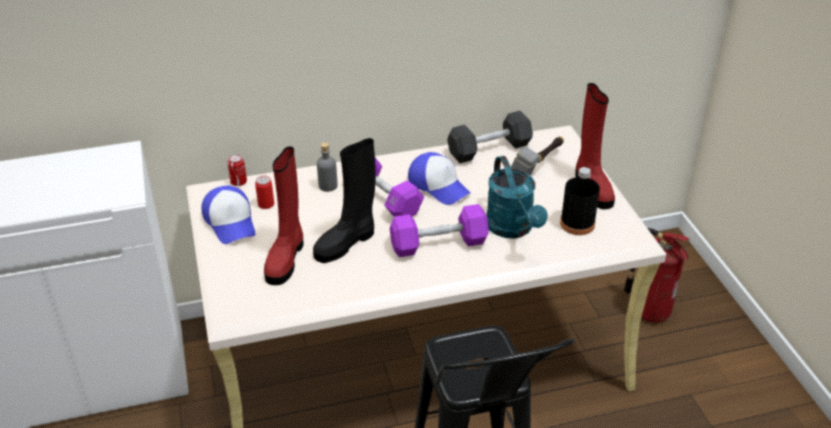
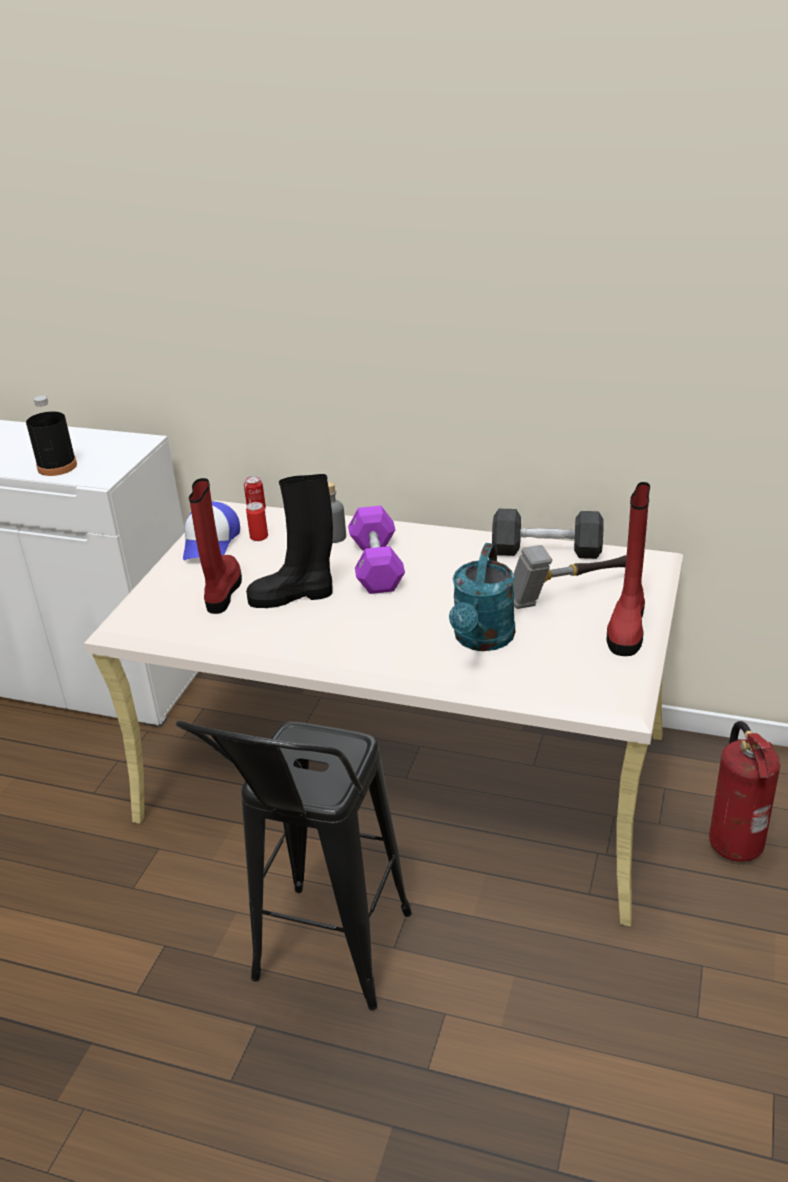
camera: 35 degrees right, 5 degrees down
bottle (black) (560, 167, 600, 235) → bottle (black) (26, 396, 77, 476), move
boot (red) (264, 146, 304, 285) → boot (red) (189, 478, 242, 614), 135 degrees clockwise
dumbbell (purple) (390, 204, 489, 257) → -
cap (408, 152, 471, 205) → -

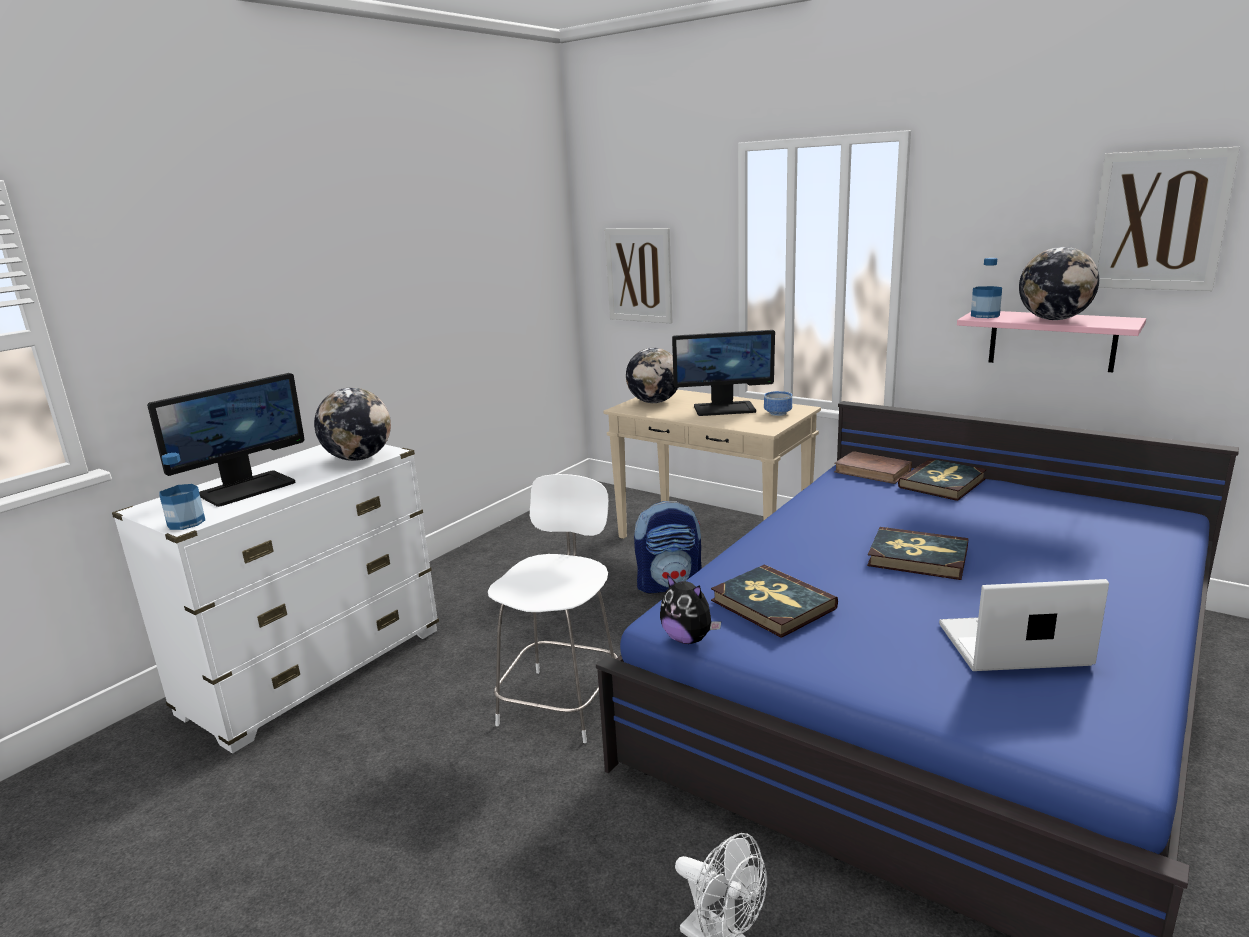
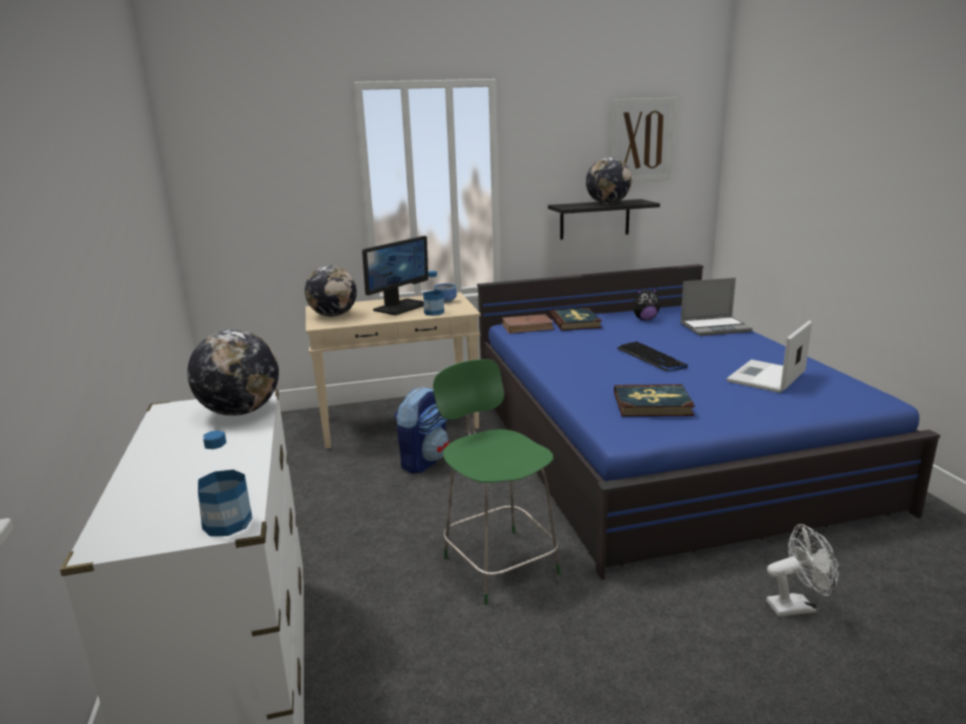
camera: 50 degrees left, 0 degrees up
bottle (971, 258, 1002, 318) → bottle (423, 271, 444, 316), move
chair (white) (488, 474, 618, 743) → chair (green) (433, 359, 561, 605)
shelf (pink) (957, 311, 1146, 372) → shelf (black) (548, 199, 660, 240)
book (867, 527, 969, 580) → keyboard (617, 341, 688, 372)
plush toy (660, 574, 721, 644) → plush toy (633, 287, 660, 320), move
- → laptop (680, 278, 753, 336)
monitor (147, 373, 304, 507) → -
picture (605, 228, 673, 323) → -

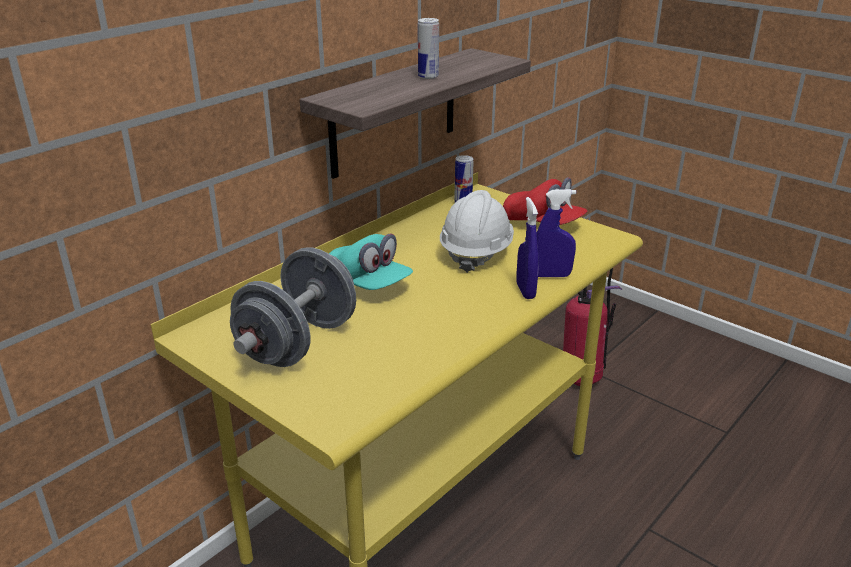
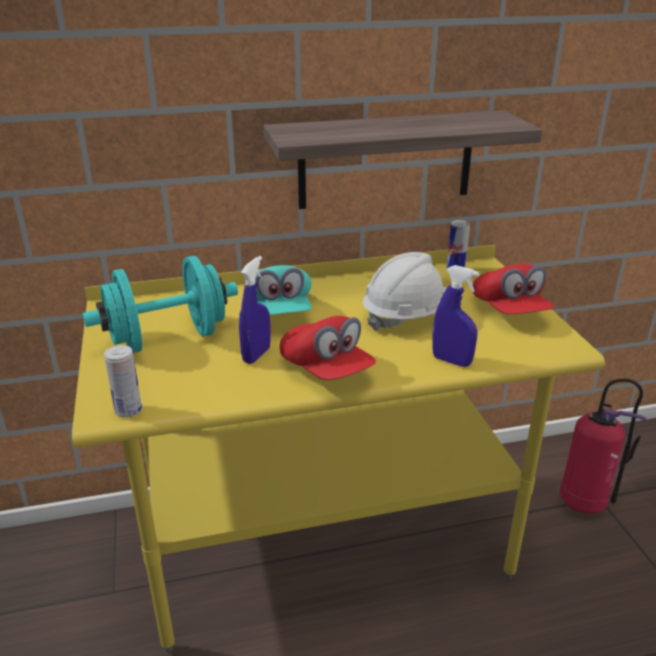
camera: 35 degrees right, 0 degrees up
dumbbell (grey) (230, 247, 356, 367) → dumbbell (turquoise) (83, 256, 238, 353)
can (418, 18, 439, 79) → can (104, 345, 142, 418), move
spray bottle (blue) (517, 197, 539, 299) → spray bottle (blue) (239, 256, 271, 364), move
- → cap (red) (280, 316, 376, 380)

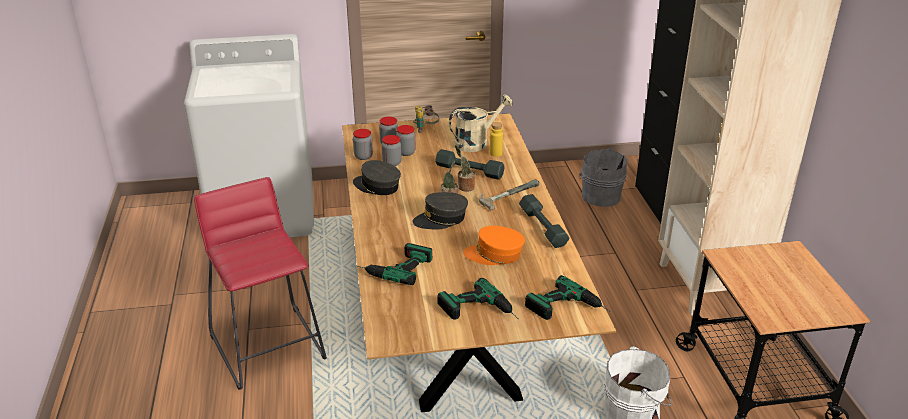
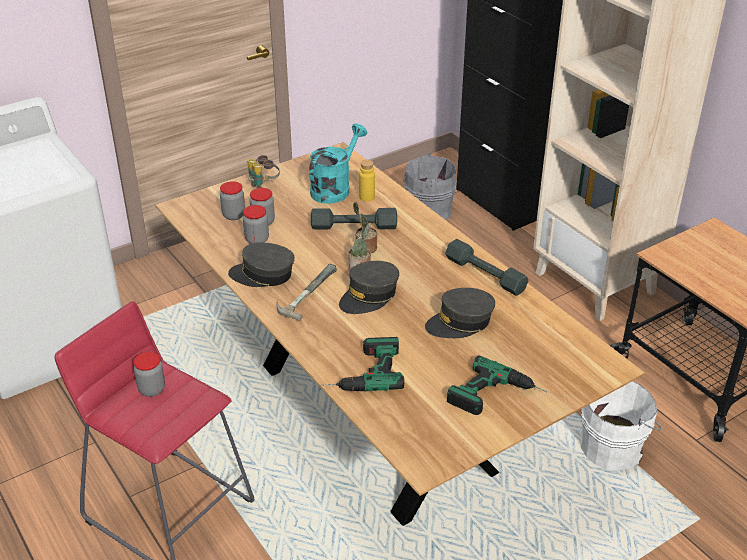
camera: 25 degrees left, 5 degrees up
jar (353, 129, 373, 160) → jar (133, 352, 165, 397), move
hammer (479, 179, 539, 210) → hammer (277, 264, 337, 321), move
watering can (beige) (449, 94, 513, 152) → watering can (turquoise) (309, 124, 367, 204)
cap (orange) (463, 226, 525, 265) → cap (grey) (425, 288, 495, 338)
power drill (525, 275, 611, 320) → -

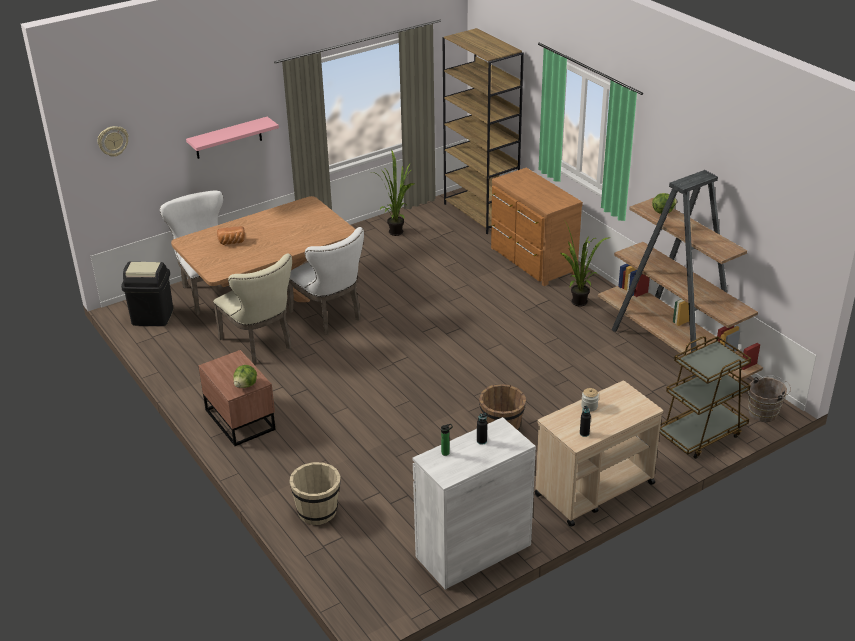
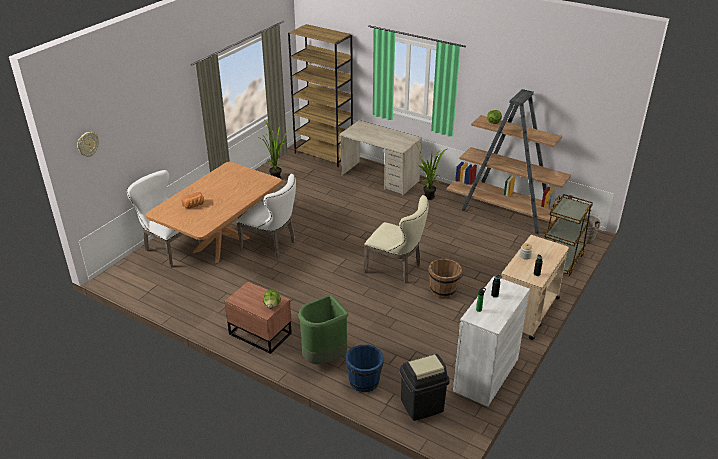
camera: 25 degrees left, 0 degrees up
- → trash can (green) (298, 295, 349, 365)
dresser (brown) (491, 168, 583, 286) → desk (beige) (339, 120, 422, 195)
bucket (beige) (290, 462, 341, 525) → bucket (blue) (346, 345, 384, 392)
chair (beige) (213, 253, 292, 364) → chair (beige) (364, 195, 429, 283), move
trash can (black) (121, 261, 173, 326) → trash can (black) (400, 354, 450, 421), move
shelf (pink) (186, 117, 279, 159) → -

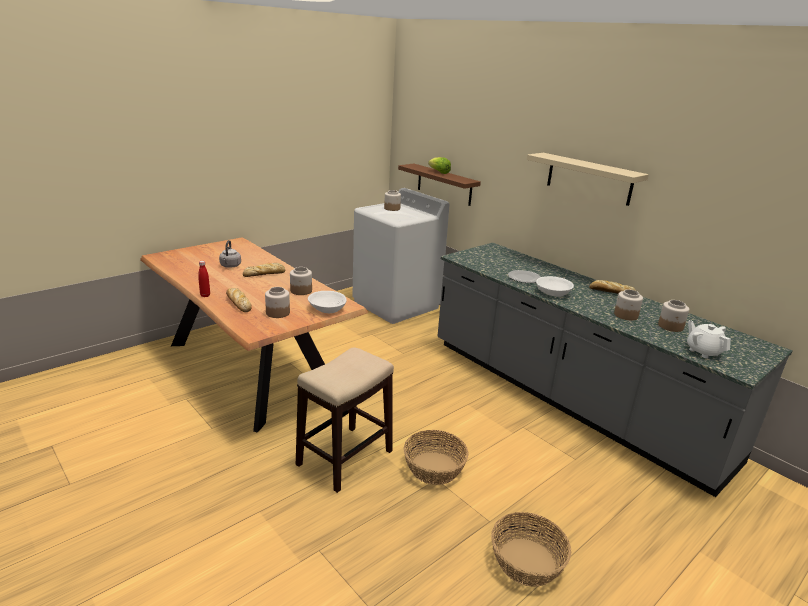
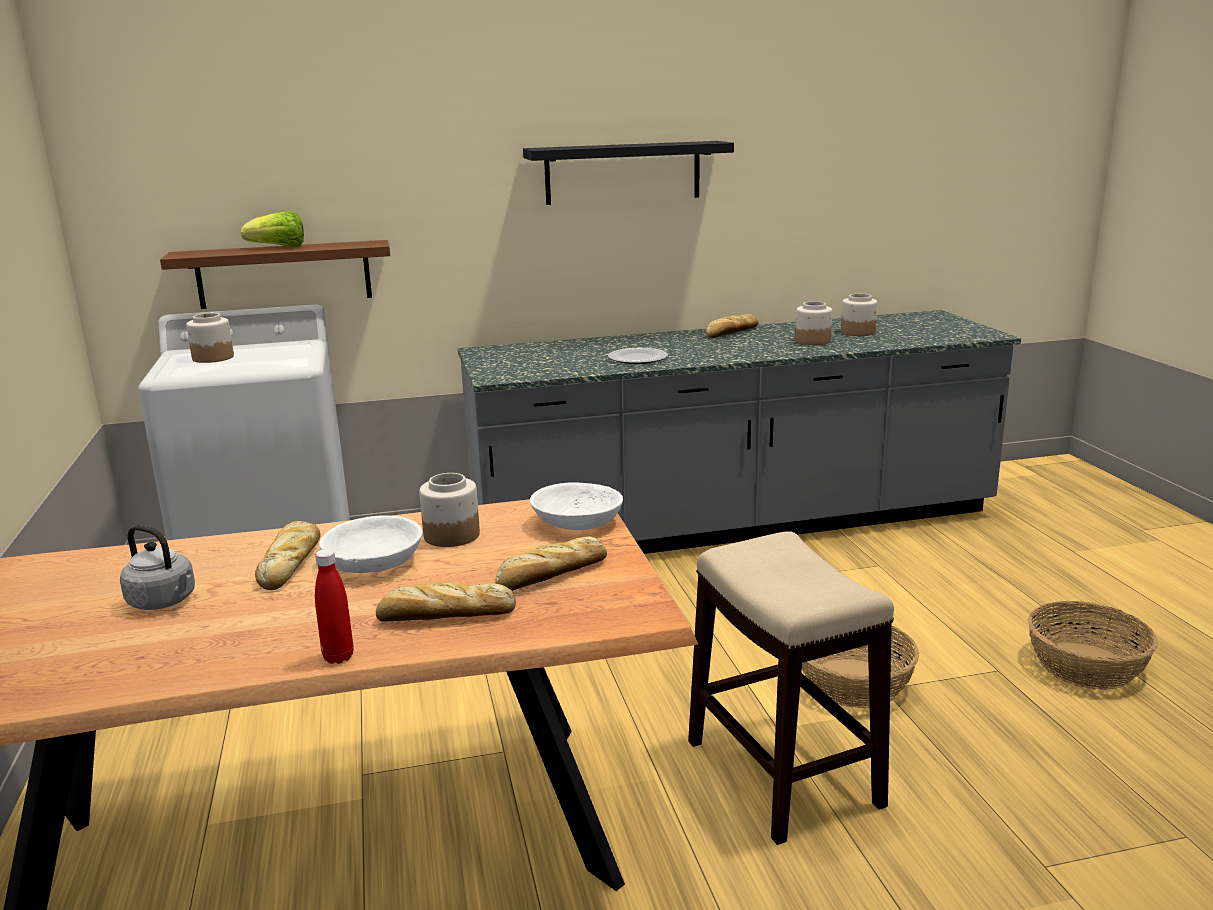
camera: 60 degrees left, 5 degrees down
bowl (white) (536, 276, 574, 297) → bowl (white) (319, 516, 422, 573), move
jar (265, 287, 290, 318) → bread (495, 537, 607, 591)
shelf (beige) (527, 153, 649, 206) → shelf (black) (523, 141, 734, 205)
teapot (white) (687, 320, 731, 358) → -

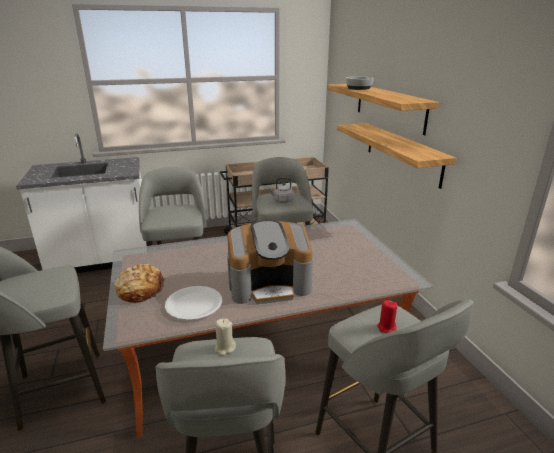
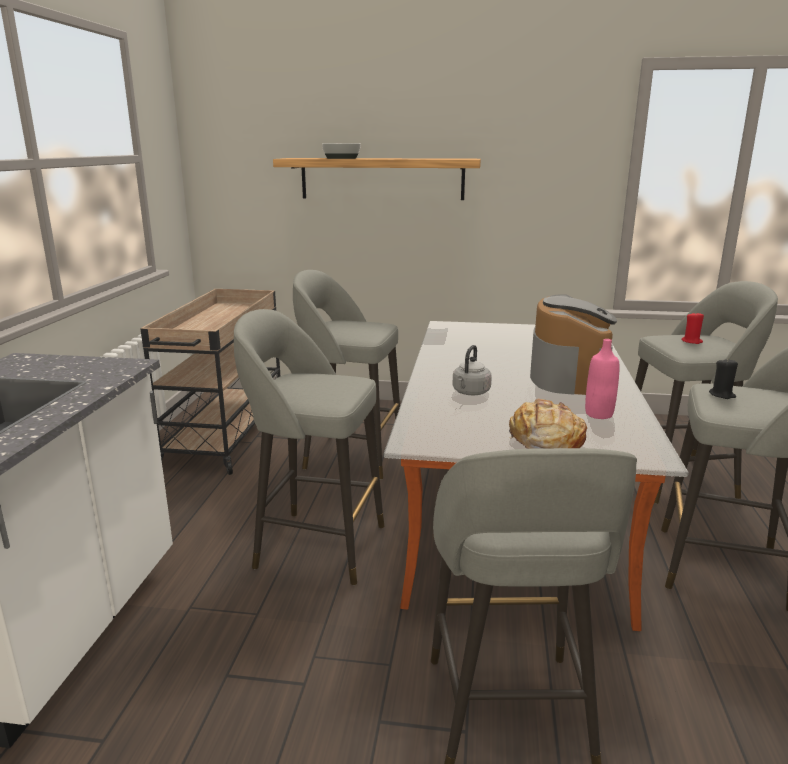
camera: 65 degrees left, 5 degrees down
kettle (grey) (268, 177, 294, 203) → kettle (grey) (452, 345, 492, 395), move
plate (white) (165, 286, 222, 320) → bottle (pink) (585, 339, 620, 419)
candle (beige) (215, 319, 236, 356) → candle (black) (709, 358, 738, 399)
shelf (337, 123, 456, 189) → -

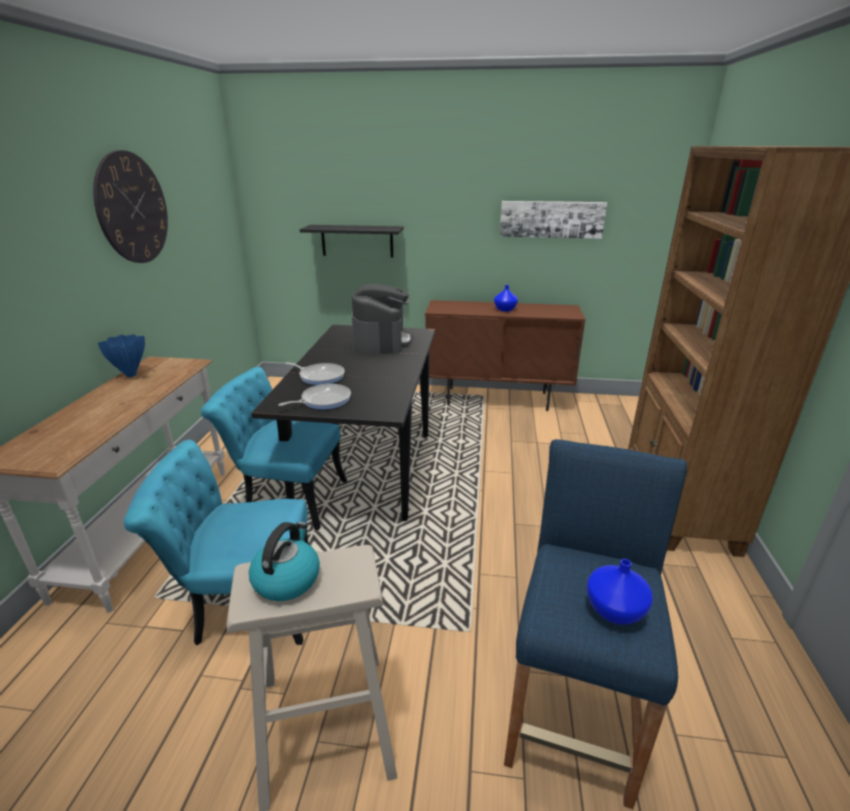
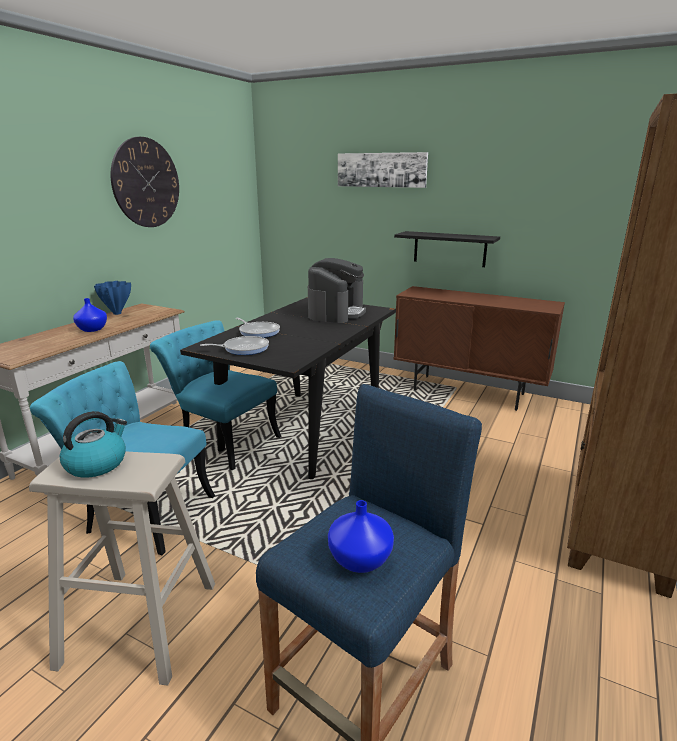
camera: 20 degrees right, 5 degrees down
vase (blue) (494, 285, 518, 311) → vase (blue) (73, 298, 107, 332), move
picture (500, 201, 607, 239) → picture (338, 152, 428, 188), move
shelf (black) (300, 225, 404, 257) → shelf (black) (394, 231, 500, 267), move

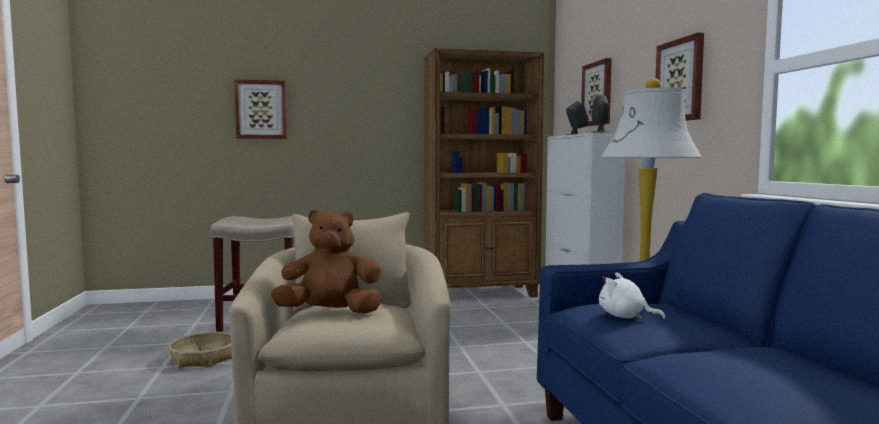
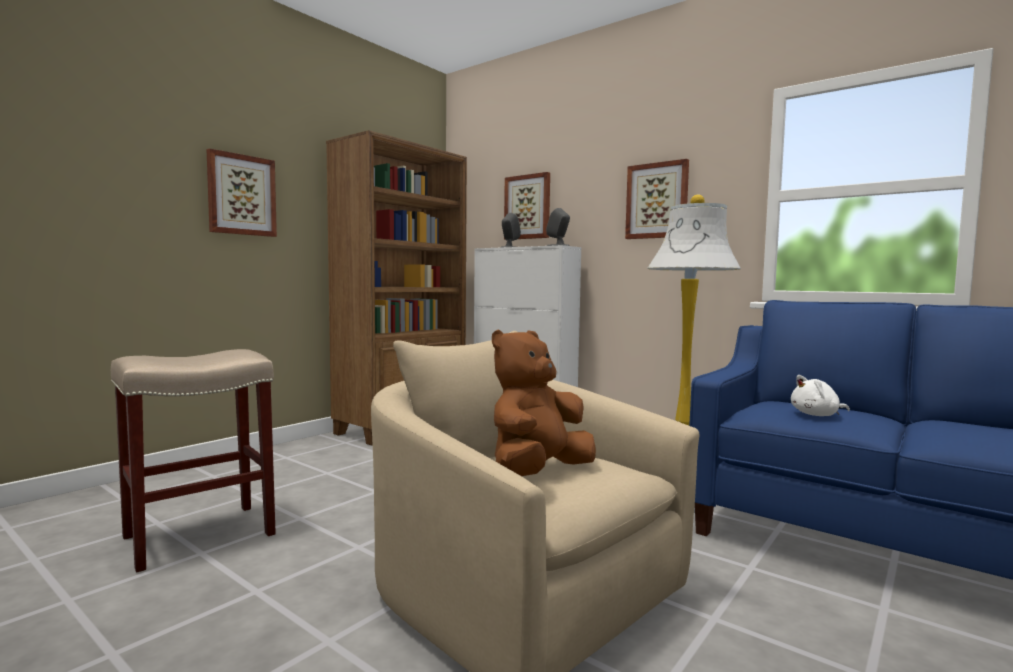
camera: 40 degrees left, 0 degrees up
picture (234, 79, 287, 139) → picture (206, 148, 277, 237), move
basket (169, 332, 232, 368) → -

